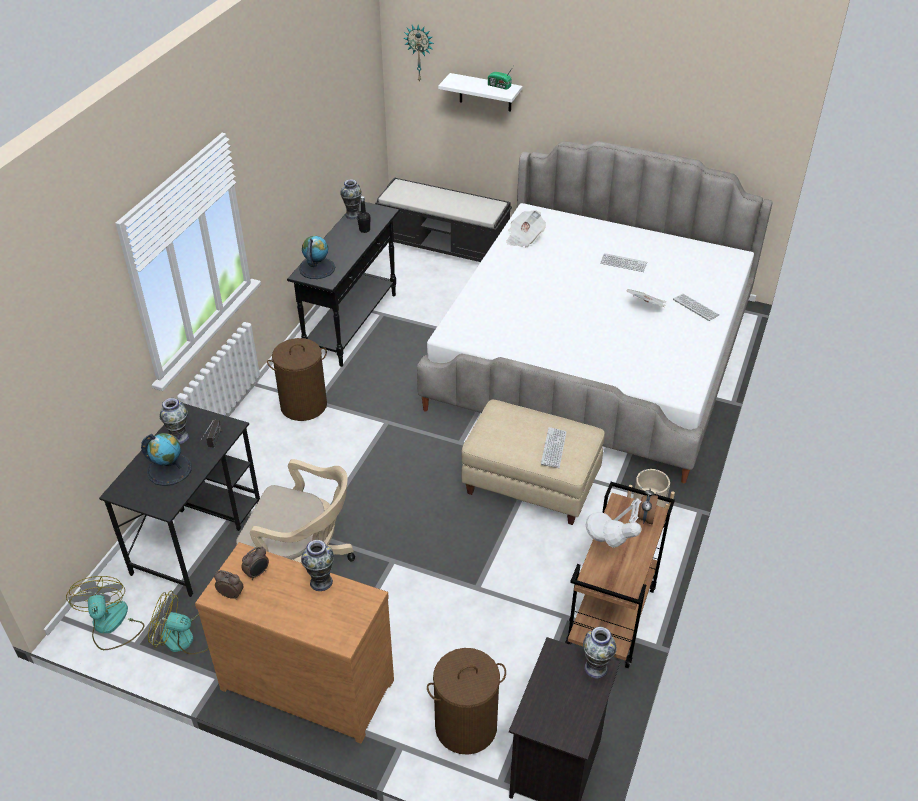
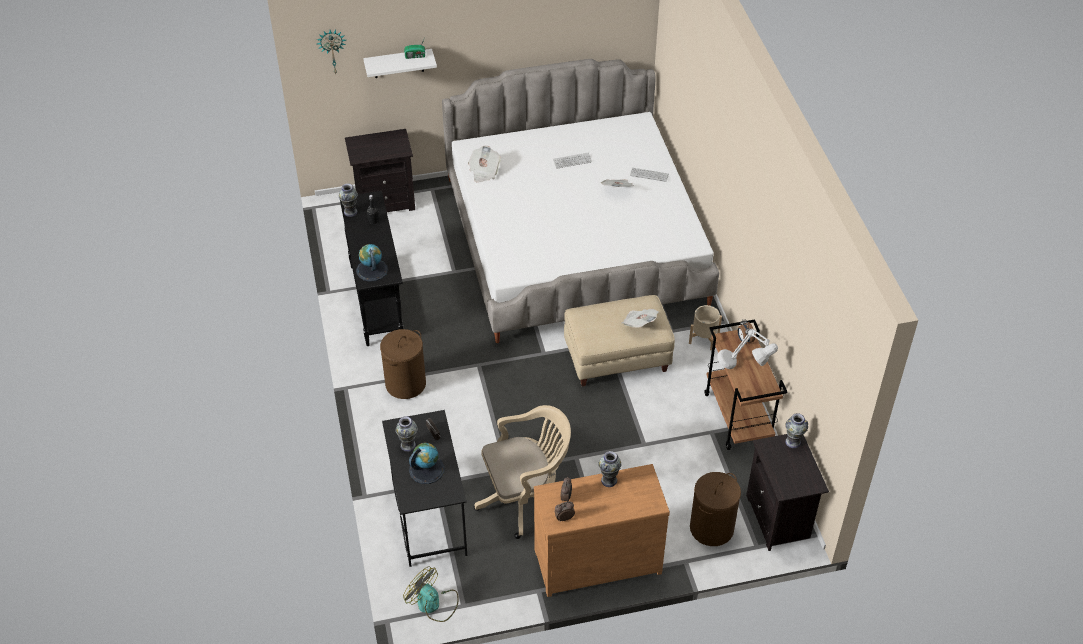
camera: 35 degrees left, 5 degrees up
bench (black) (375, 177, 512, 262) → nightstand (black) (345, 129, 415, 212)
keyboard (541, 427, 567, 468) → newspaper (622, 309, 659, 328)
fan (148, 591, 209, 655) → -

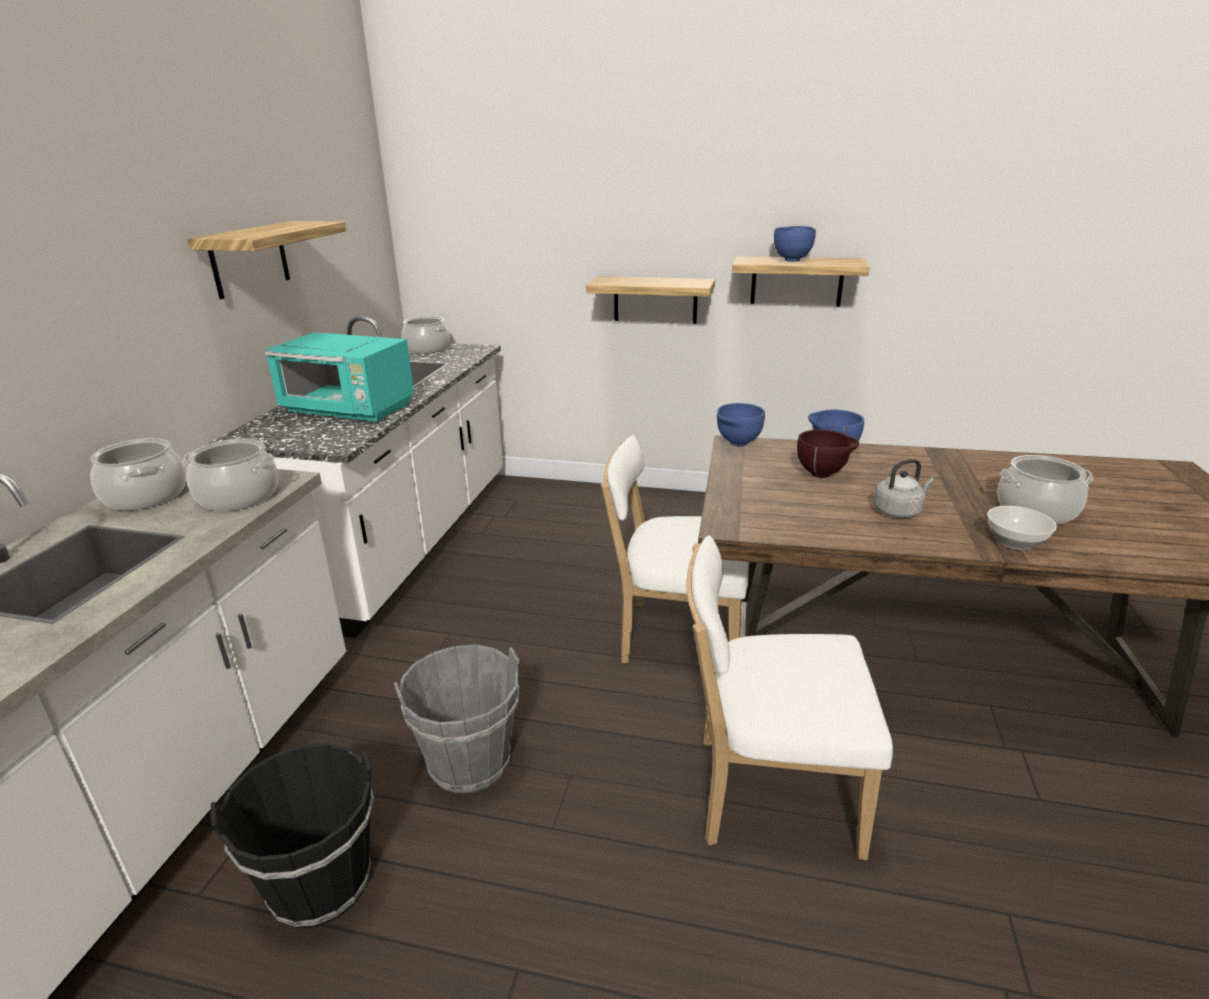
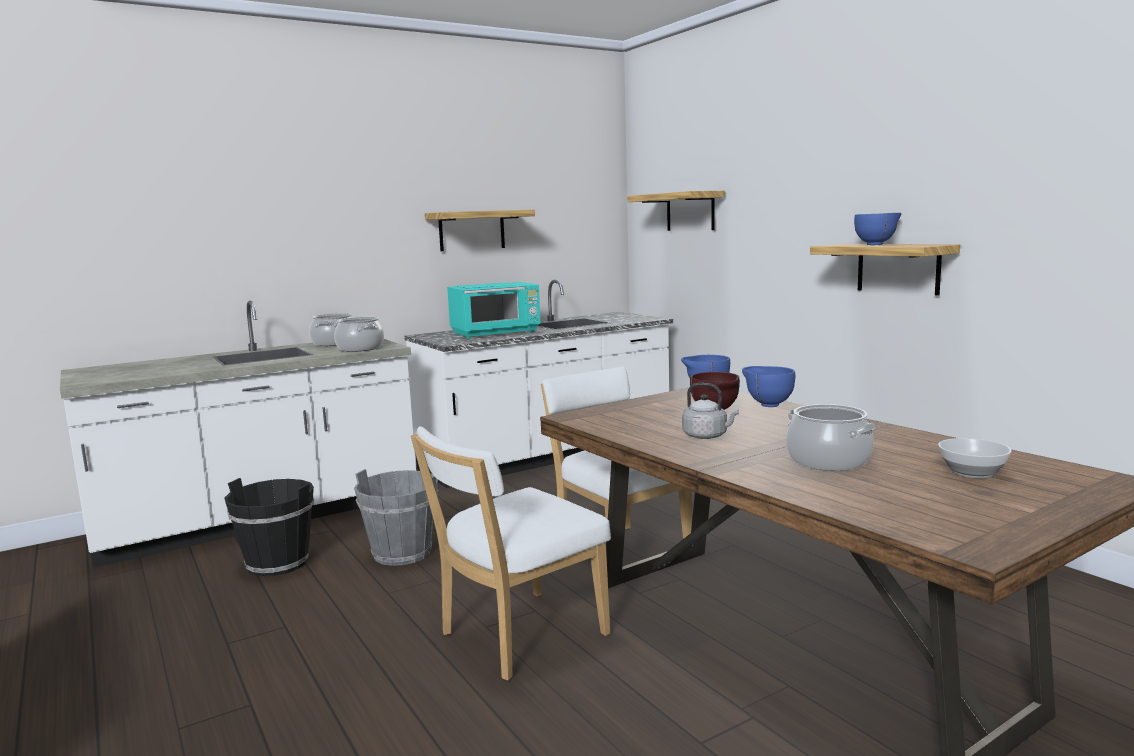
camera: 45 degrees right, 15 degrees down
chair (white) (686, 536, 893, 860) → chair (white) (411, 426, 611, 680), 90 degrees counterclockwise
microwave (turquoise) (264, 332, 414, 423) → microwave (turquoise) (447, 282, 541, 338), 90 degrees counterclockwise
shelf (586, 276, 715, 324) → shelf (627, 191, 724, 231), move
bowl (987, 506, 1057, 551) → bowl (938, 438, 1011, 479), move
cooking pot (402, 316, 450, 354) → -

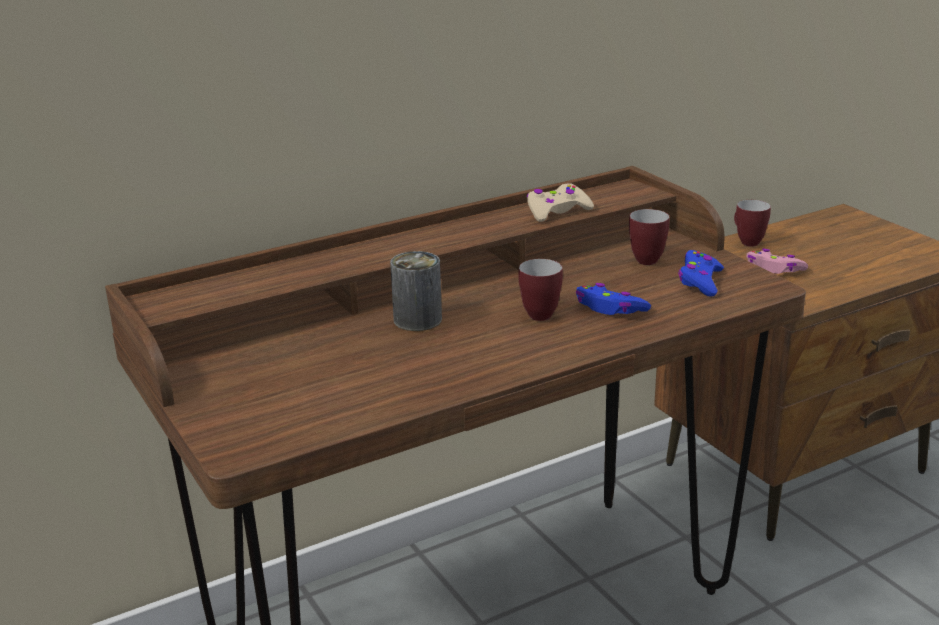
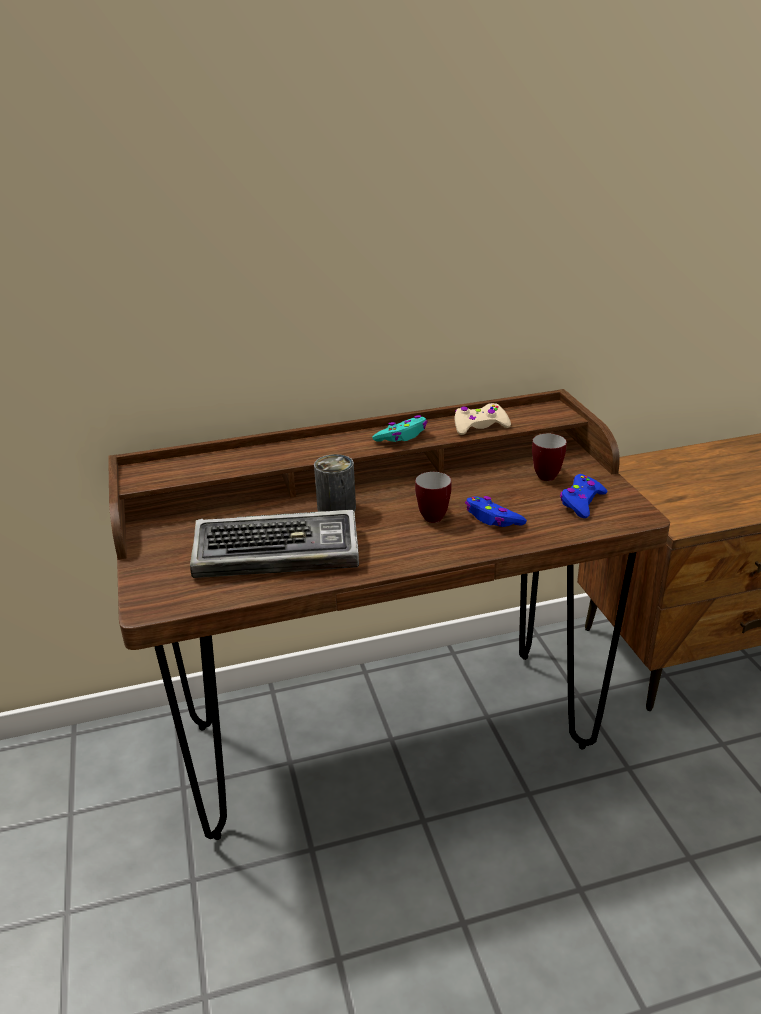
camera: 15 degrees right, 5 degrees up
- → keyboard (190, 510, 359, 578)
- → game controller (turquoise) (372, 415, 428, 442)
mug (734, 200, 771, 247) → -
game controller (pink) (746, 249, 808, 274) → -

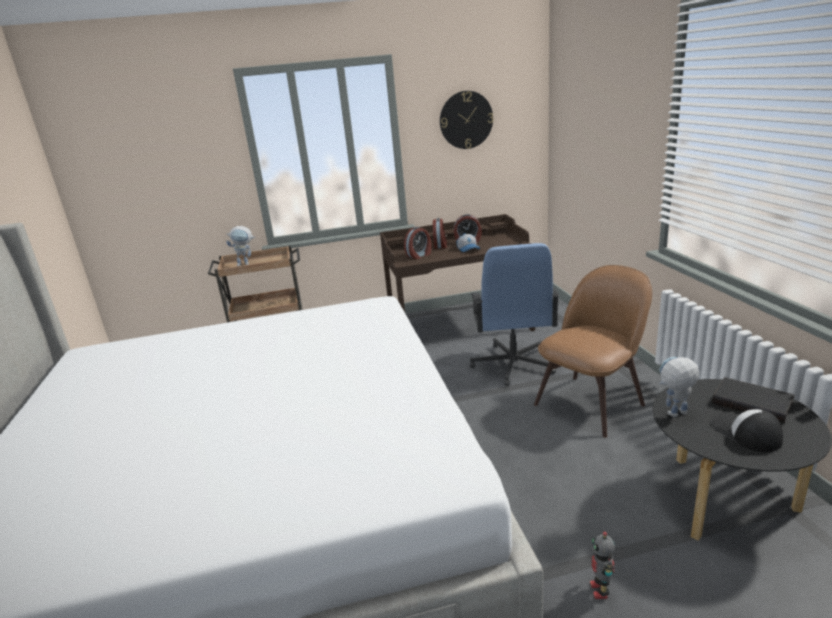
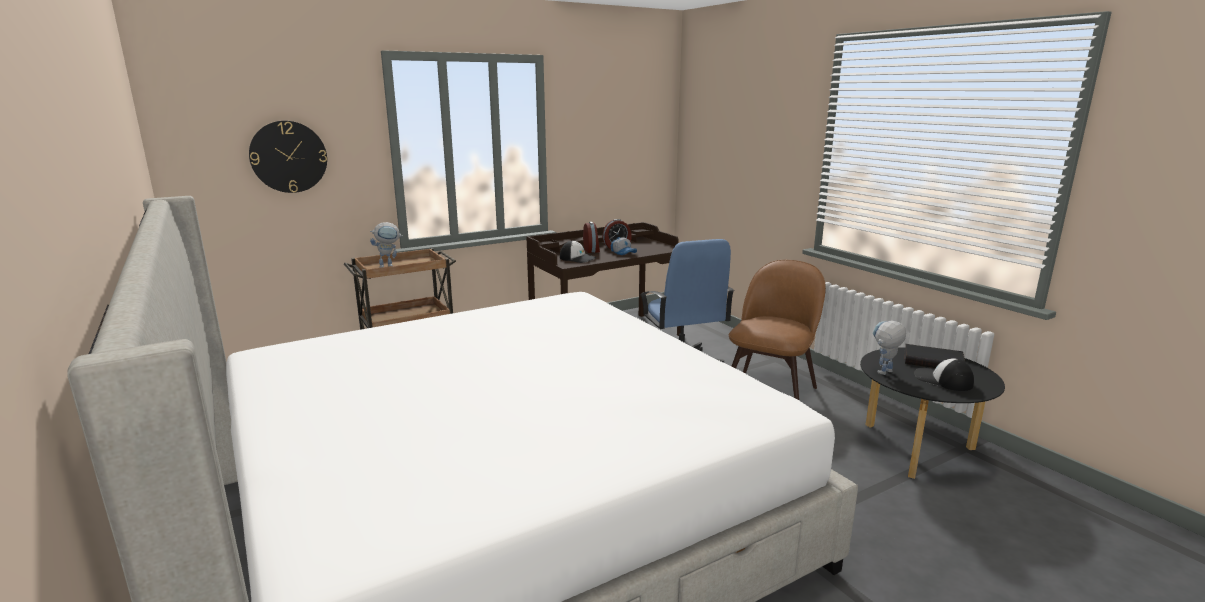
camera: 20 degrees left, 5 degrees down
wall clock (440, 91, 493, 149) → wall clock (249, 121, 327, 193), move
alarm clock (404, 227, 432, 259) → cap (560, 240, 597, 263)
toy robot (590, 532, 615, 599) → -

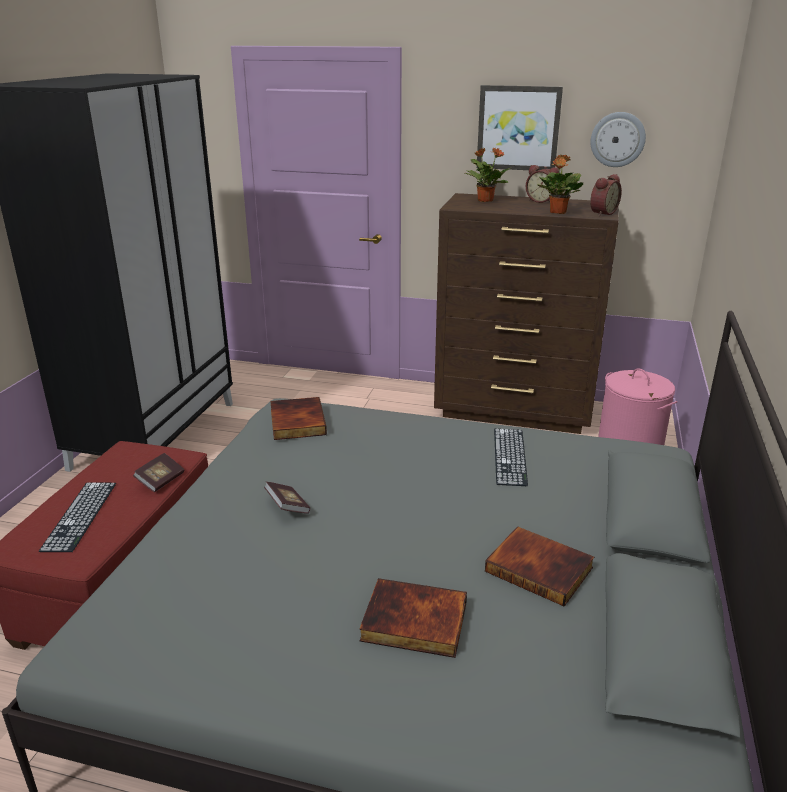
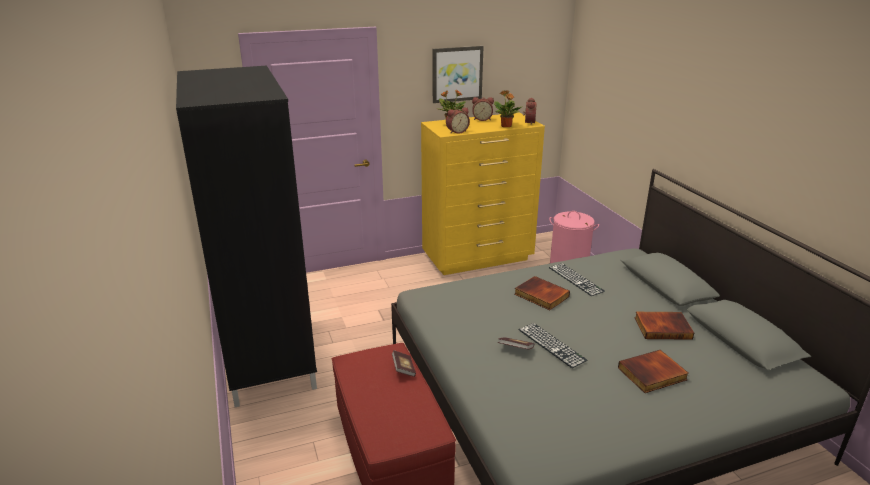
camera: 35 degrees left, 0 degrees up
dresser (brown) (434, 193, 619, 434) → dresser (yellow) (421, 112, 545, 275)
- → alarm clock (446, 108, 470, 134)
book (270, 397, 327, 440) → book (514, 276, 570, 310), move
keyboard (39, 482, 116, 552) → keyboard (519, 323, 588, 368), move
wall clock (590, 112, 646, 167) → -

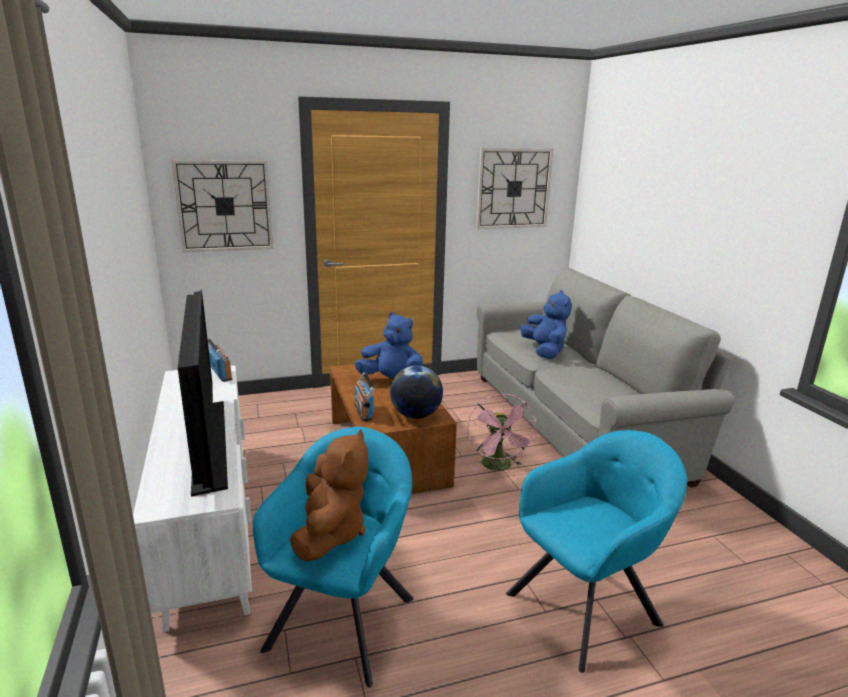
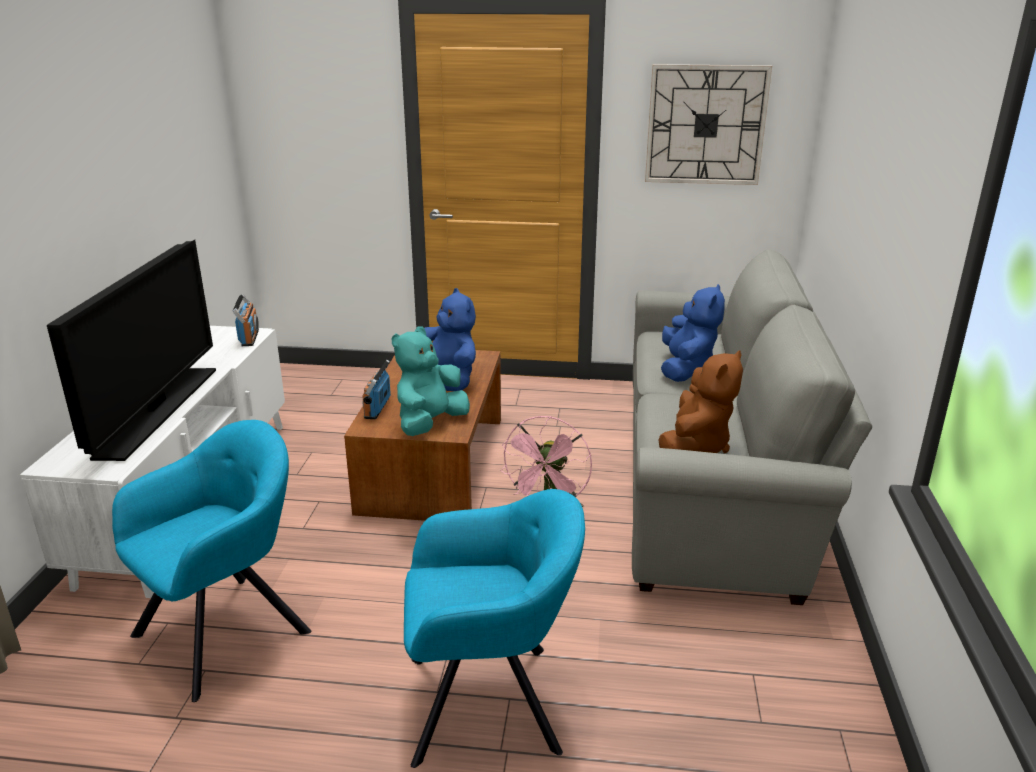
camera: 25 degrees right, 5 degrees up
globe (390, 365, 443, 419) → plush toy (turquoise) (392, 327, 470, 436)
plush toy (brown) (290, 429, 368, 562) → plush toy (brown) (659, 350, 743, 453), move
wall clock (172, 160, 273, 252) → -

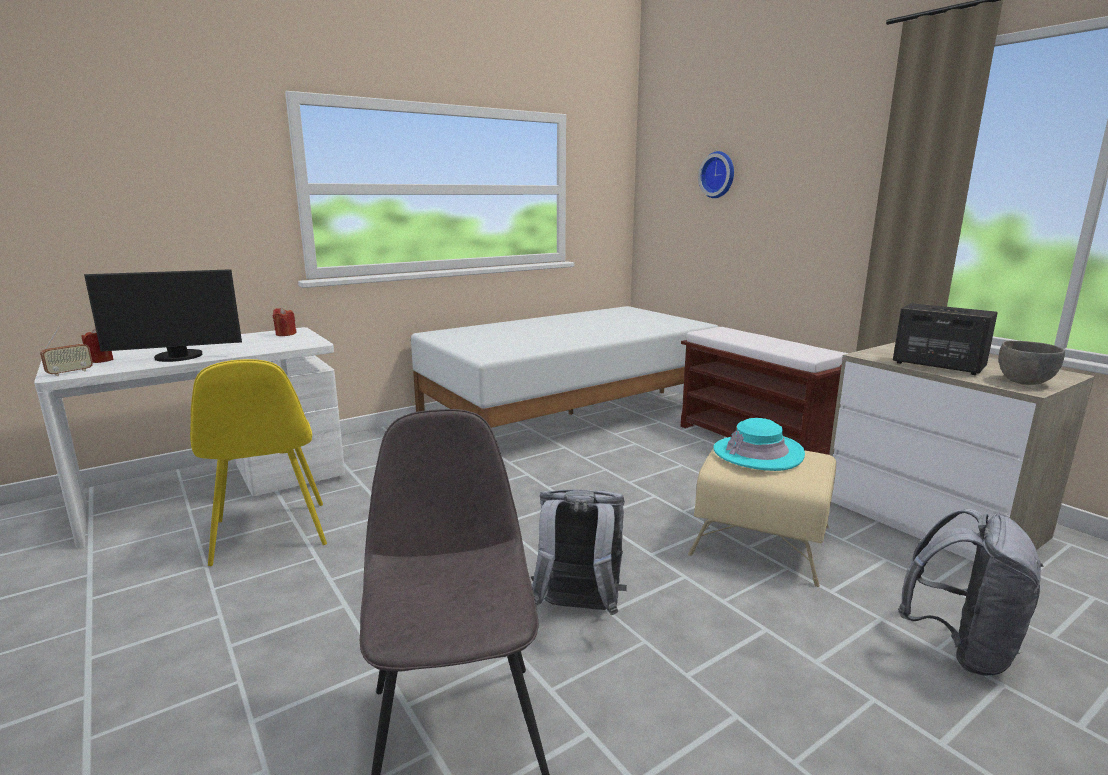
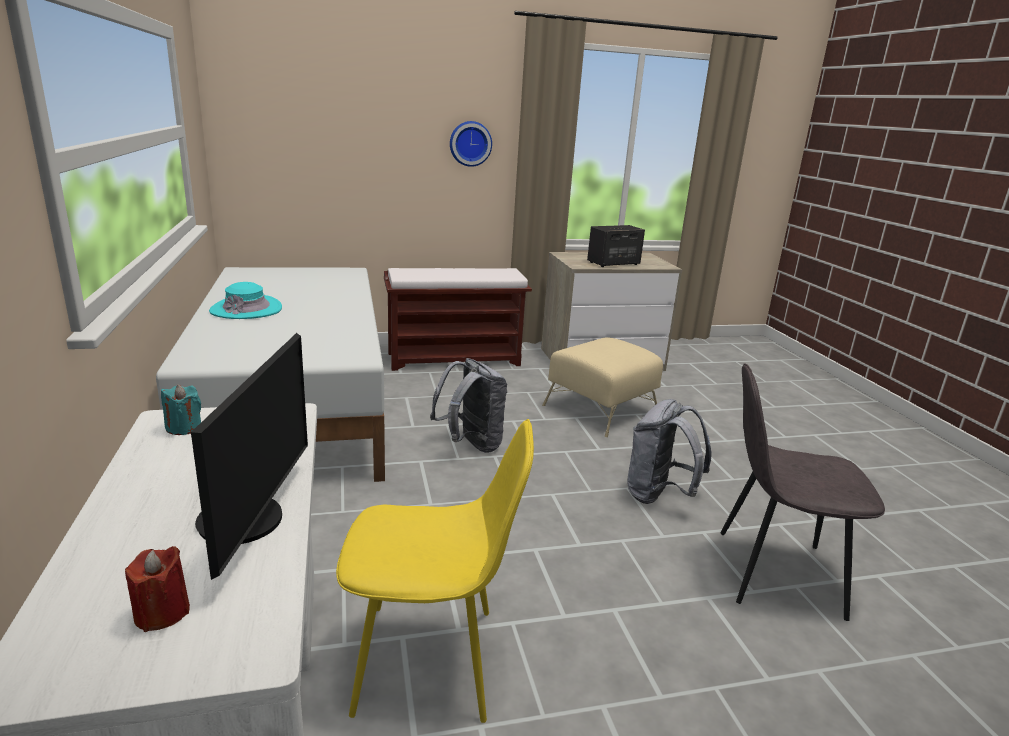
camera: 70 degrees left, 5 degrees up
candle (red) (273, 307, 297, 336) → candle (turquoise) (161, 385, 201, 435)
hat (turquoise) (714, 418, 805, 471) → hat (turquoise) (209, 282, 282, 319), move
backpack (grey) (898, 509, 1044, 676) → backpack (grey) (430, 358, 507, 453), move
wall clock (698, 151, 734, 198) → wall clock (450, 121, 492, 167), move
radio (40, 326, 93, 376) → -
bowl (grey) (999, 341, 1065, 385) → -

